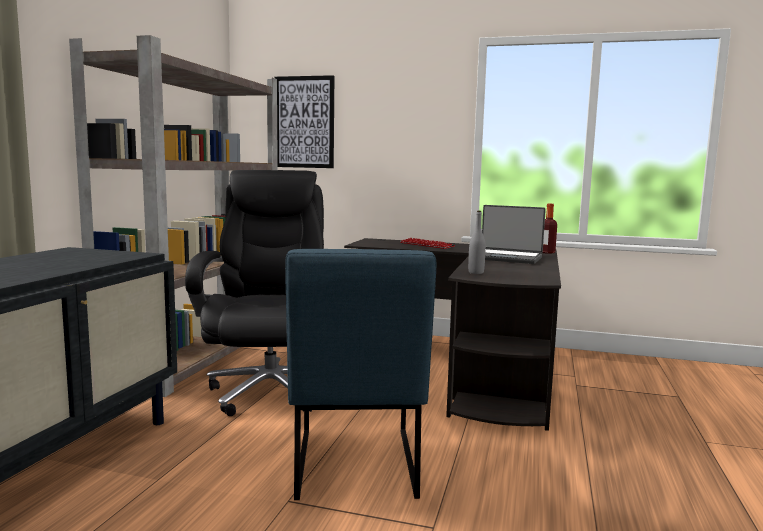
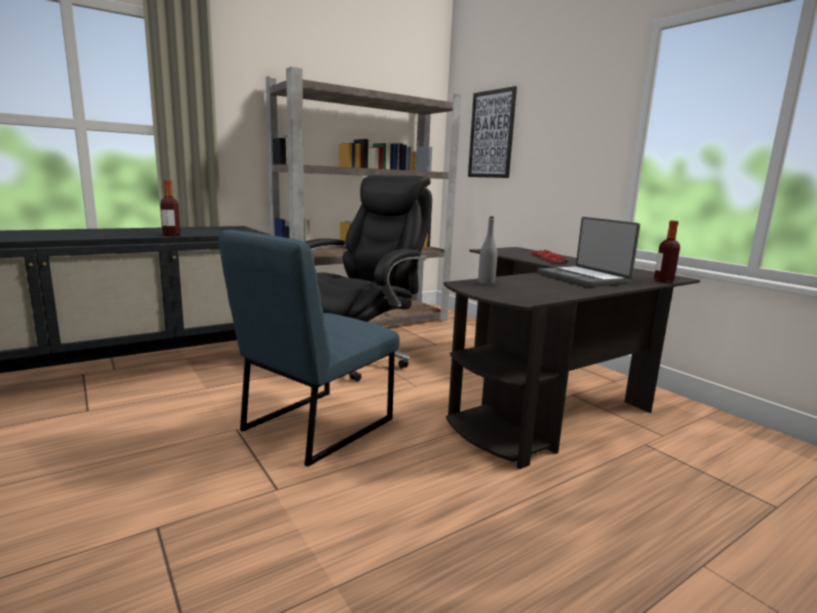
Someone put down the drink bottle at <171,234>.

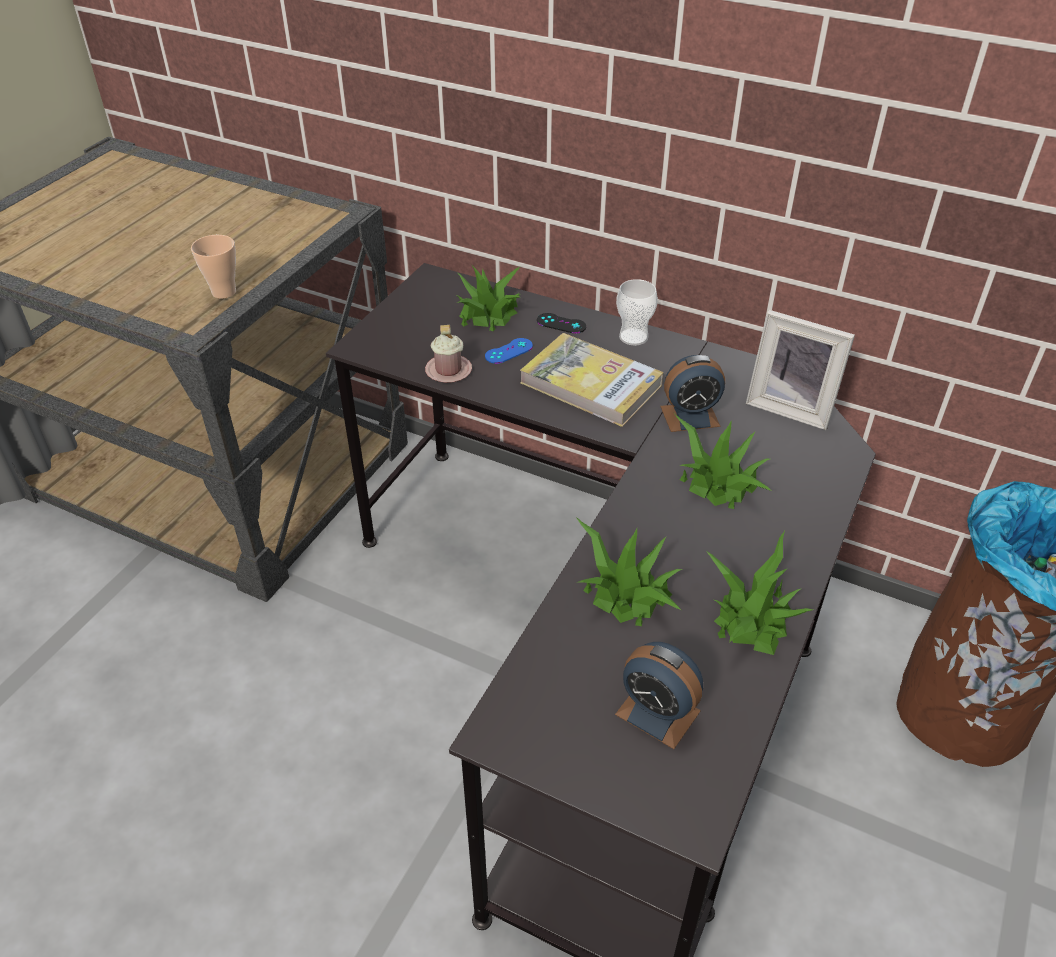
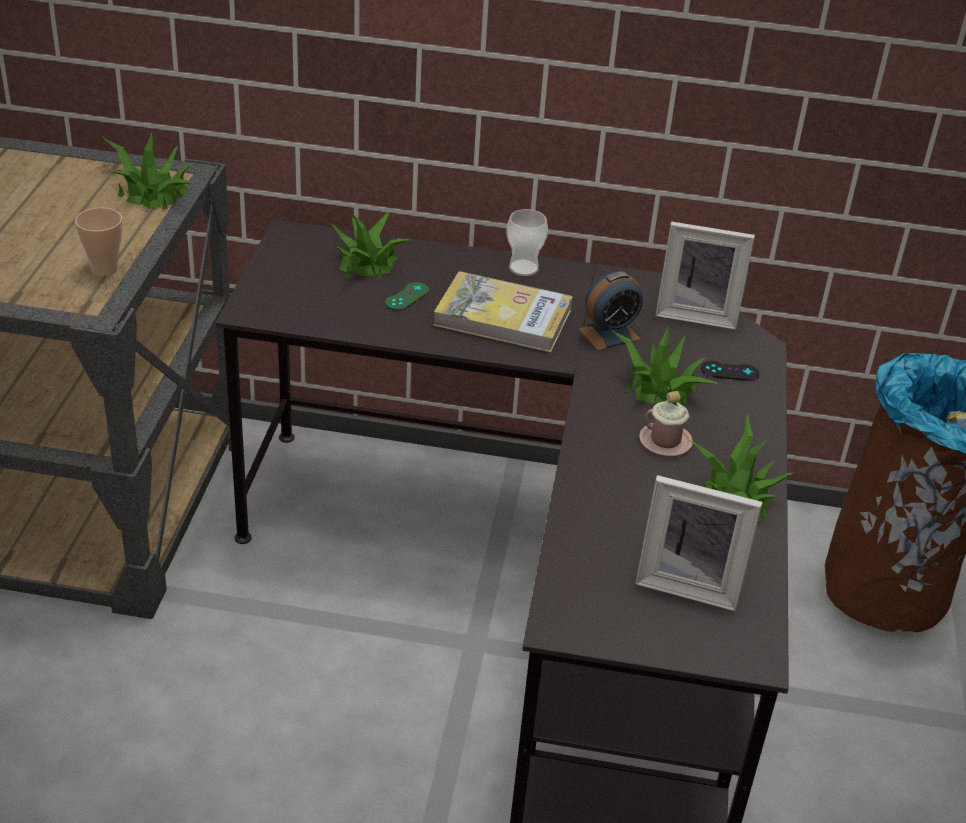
Someone carried the plant in a pot from <626,591> to <152,192>.
Someone repainted the blue game controller at <509,351>, which became the greenish game controller at <407,297>.
Someone swapped the alarm clock at <657,712> for the picture frame at <689,583>.
Someone carried the pink-coloured mug from <448,370> to <665,441>.
Someone carried the black-coloured game controller from <561,323> to <729,371>.

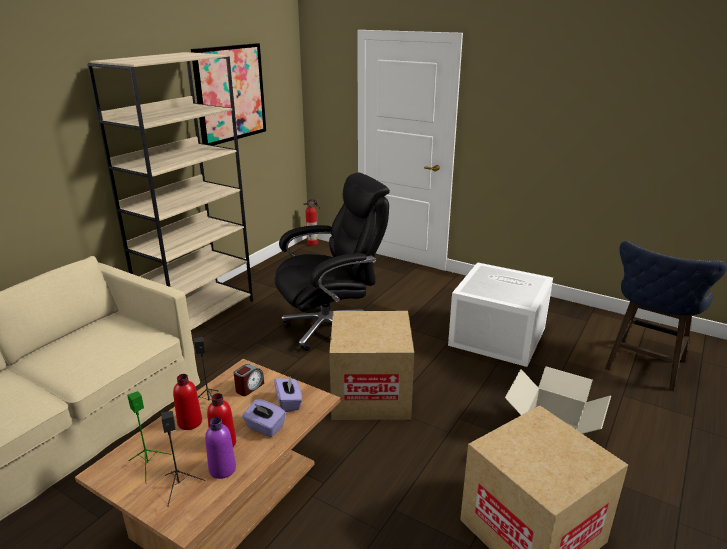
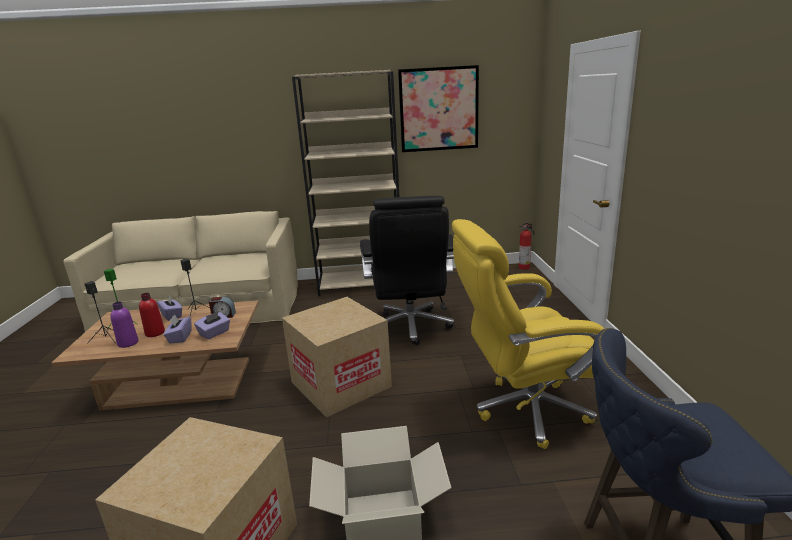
Someone swapped the reddish drink bottle at <190,422> for the purple-coloured box of tissues at <172,316>.
Someone rotated the black-coloured office chair at <330,328> by 60 degrees clockwise.
Someone swapped the white storage bin at <496,337> for the yellowish office chair at <525,411>.

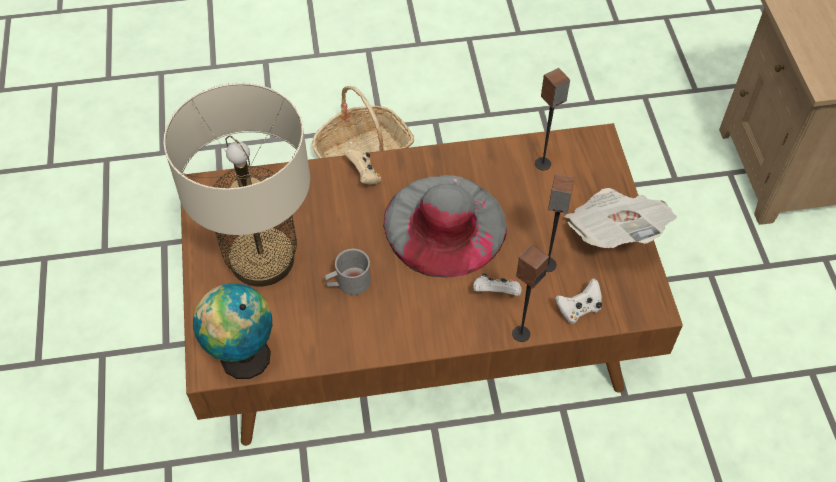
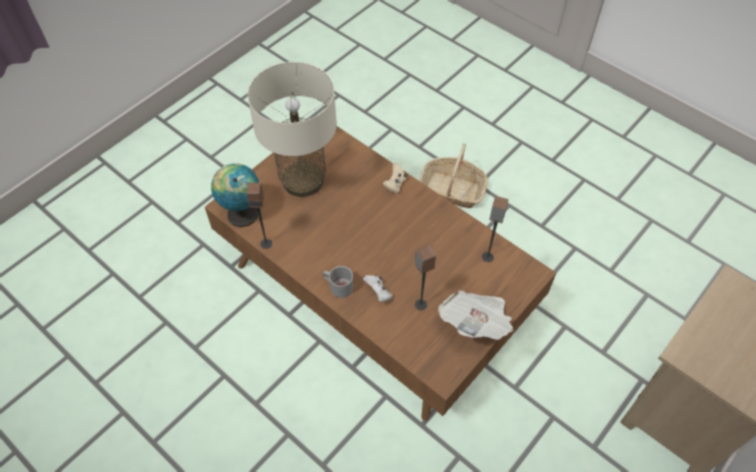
Someone carried the audio speaker from <520,333> to <266,243>.
Someone carried the grey mug from <348,283> to <338,286>.
Someone took away the grey clothing hat at <444,224>.
Someone took away the white game controller at <578,309>.

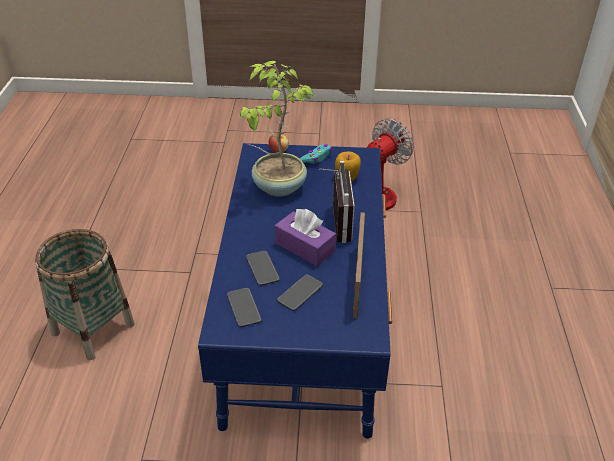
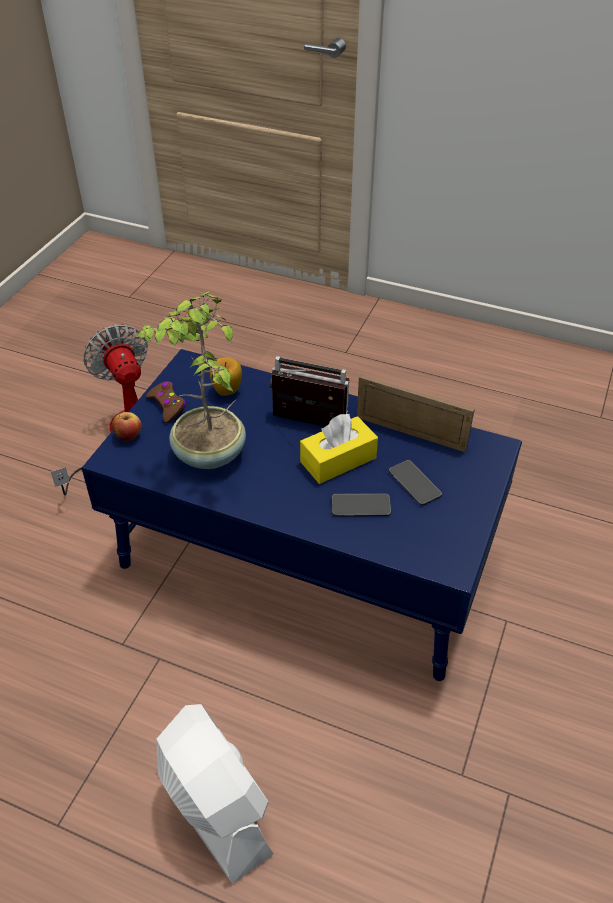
Someone repainted the turquoise-coloured game controller at <316,158>, which became the brown game controller at <167,406>.
Someone swapped the storage basket at <93,328> for the white fan at <214,807>.
Someone repainted the purple-coloured box of tissues at <305,247>, which became the yellowish box of tissues at <338,460>.
Someone took away the phone at <244,308>.

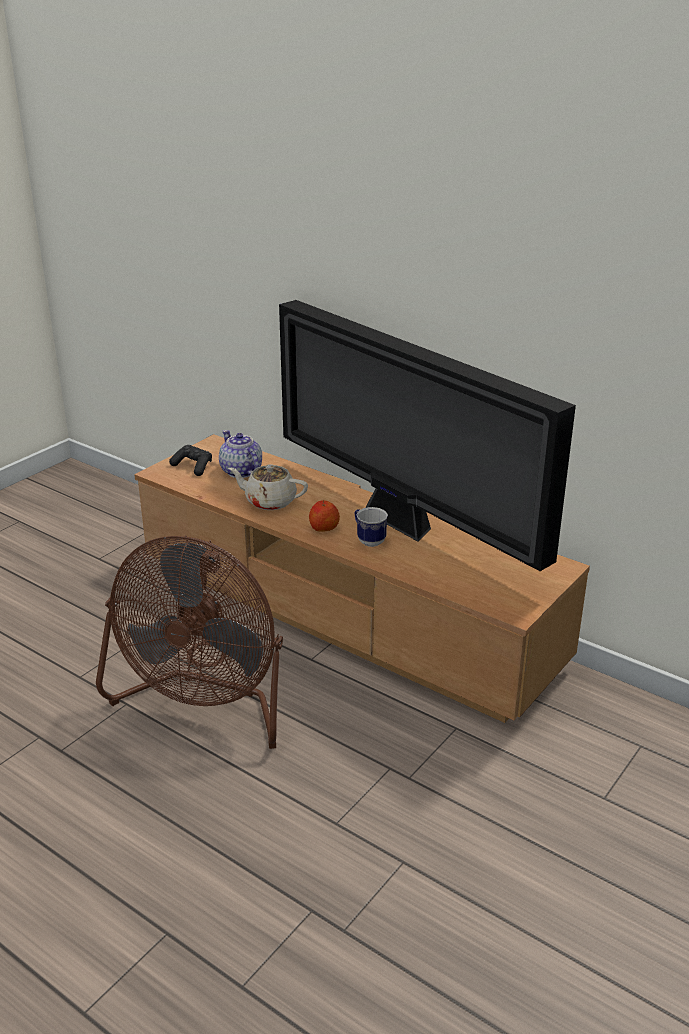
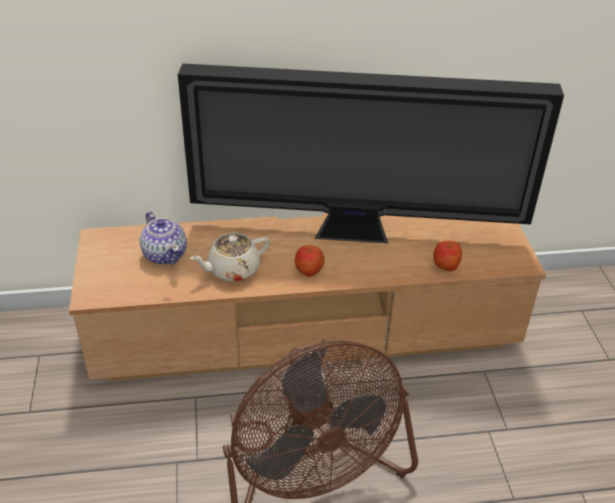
Someone rotated the teapot at <241,472> by 135 degrees counterclockwise.
Someone put down the apple fruit at <446,265>.
Someone took away the black-coloured game controller at <193,467>.
Someone took away the mug at <368,540>.

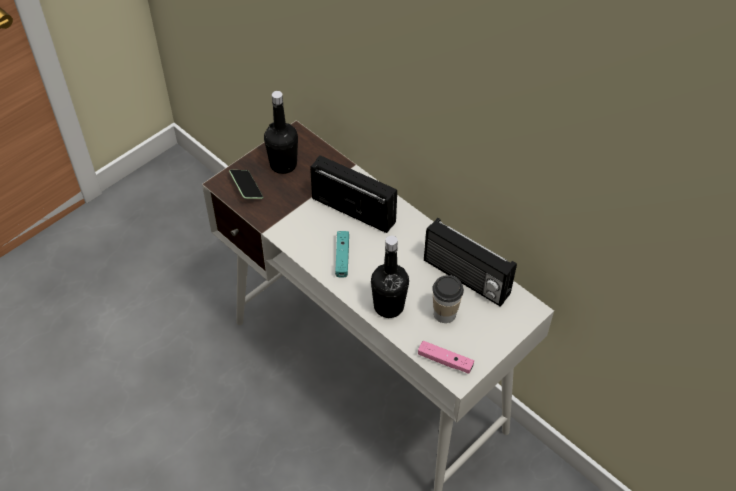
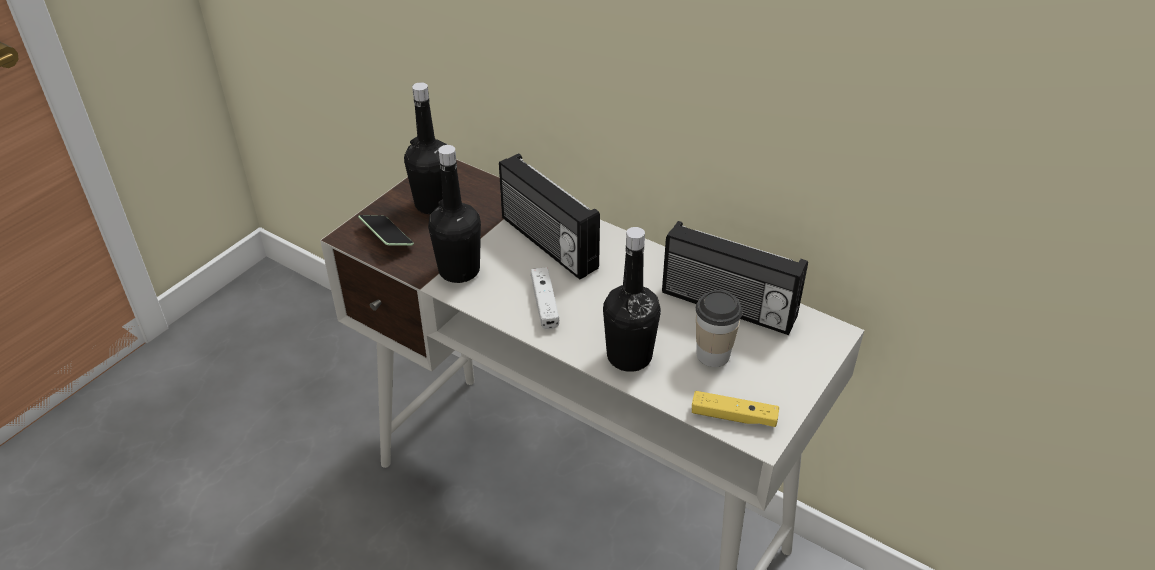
Someone put down the black-coloured drink bottle at <459,270>.
Someone rotated the radio set at <354,209> by 150 degrees counterclockwise.
Someone repainted the turquoise-coloured game controller at <342,257>, which became the white game controller at <545,304>.
Someone repainted the pink-coloured game controller at <445,361>, which became the yellowish game controller at <733,416>.

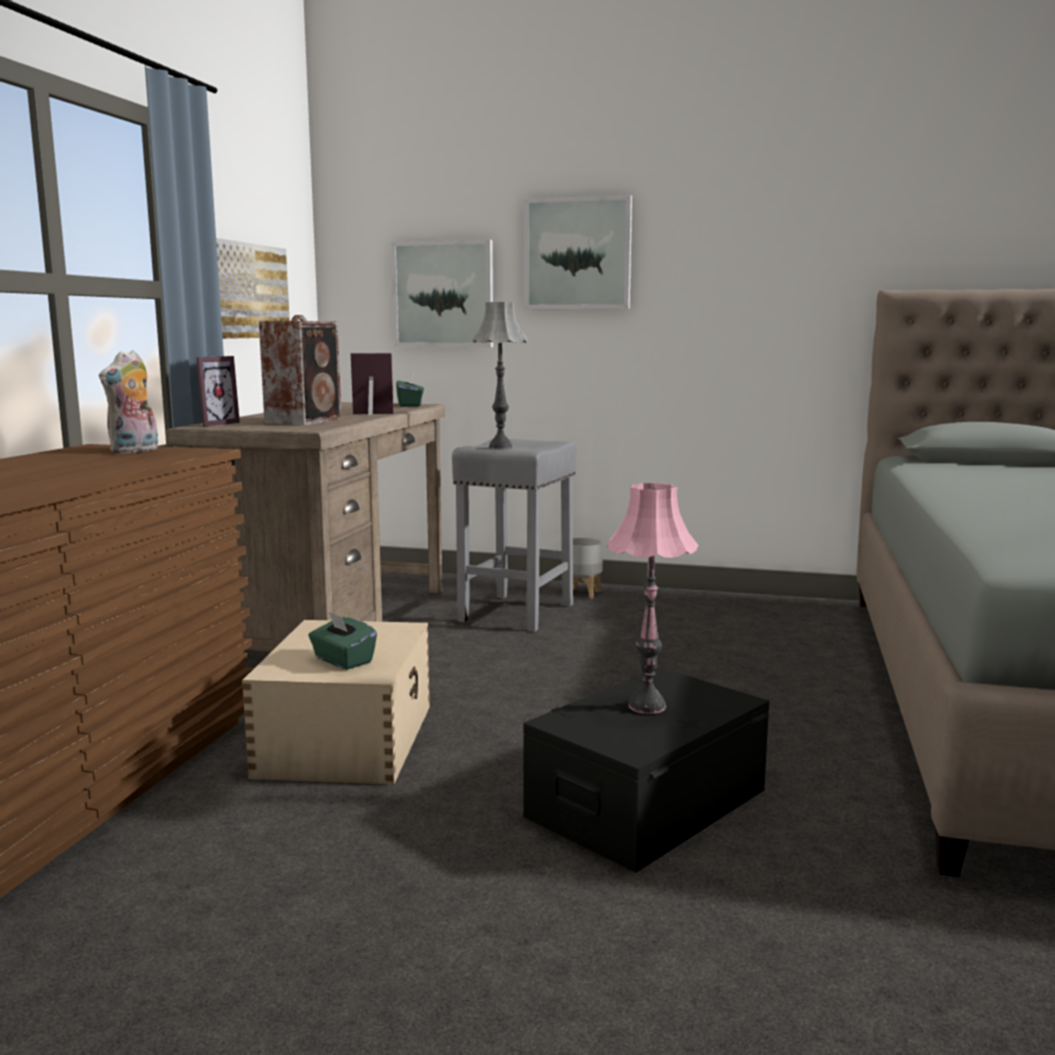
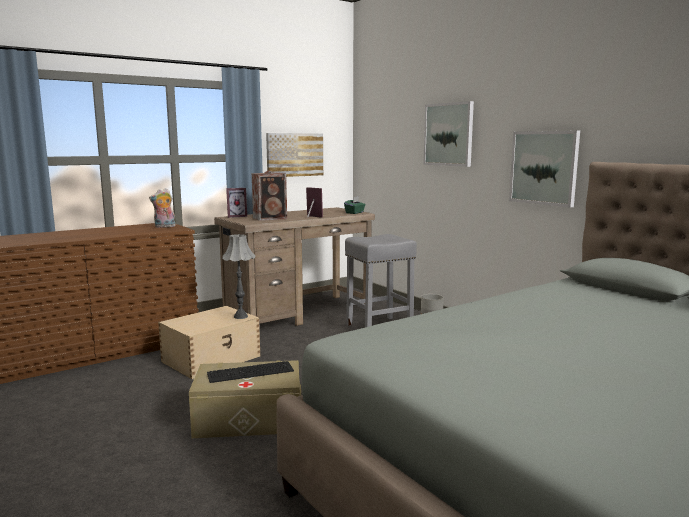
Someone repainted the black-coloured storage bin at <647,803>, which became the beige storage bin at <248,418>.
Someone swapped the pink-coloured lamp for a table at <647,706> for the keyboard at <250,372>.
Someone carried the grey lamp for a table from <500,448> to <240,317>.
Someone carried the wall picture from <443,294> to <544,167>.
Someone took away the greenish box of tissues at <343,661>.

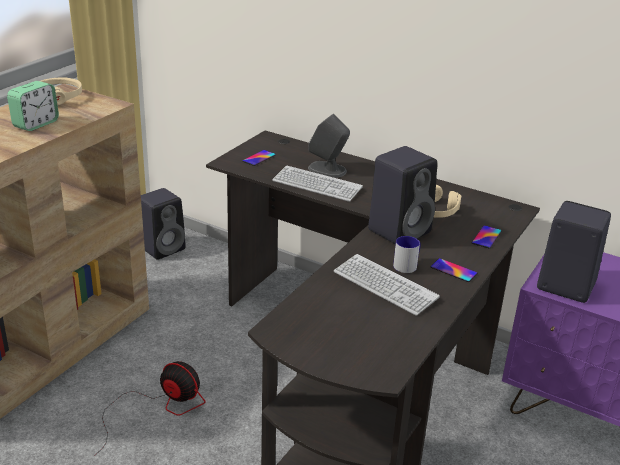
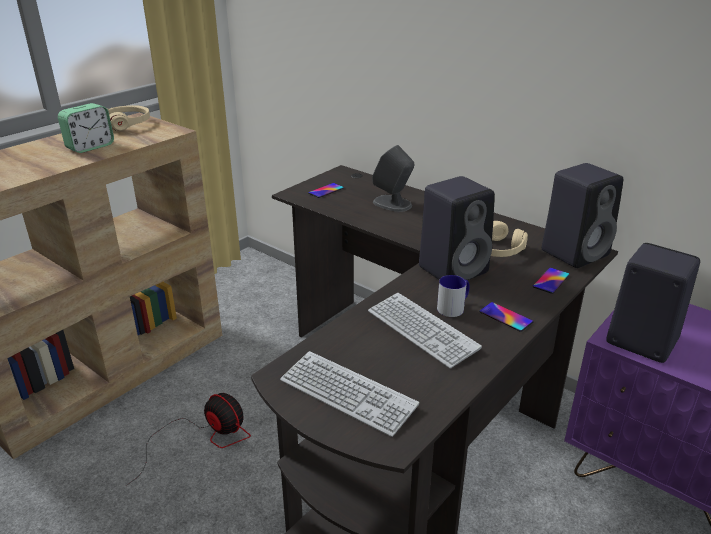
Someone carried the keyboard from <317,185> to <347,394>.
Someone carried the black-coloured audio speaker from <163,248> to <575,252>.

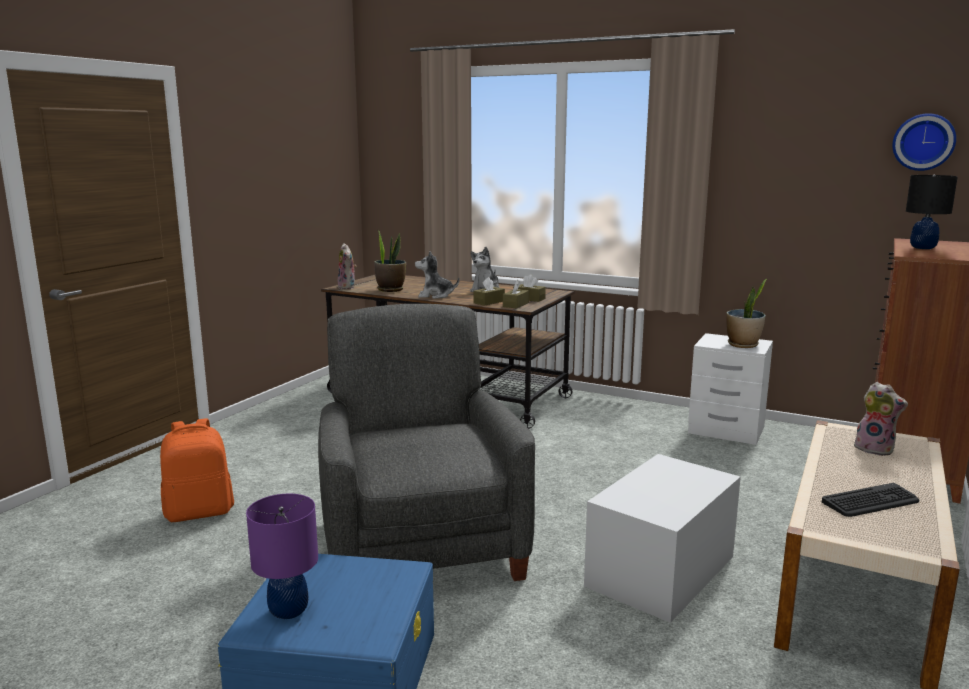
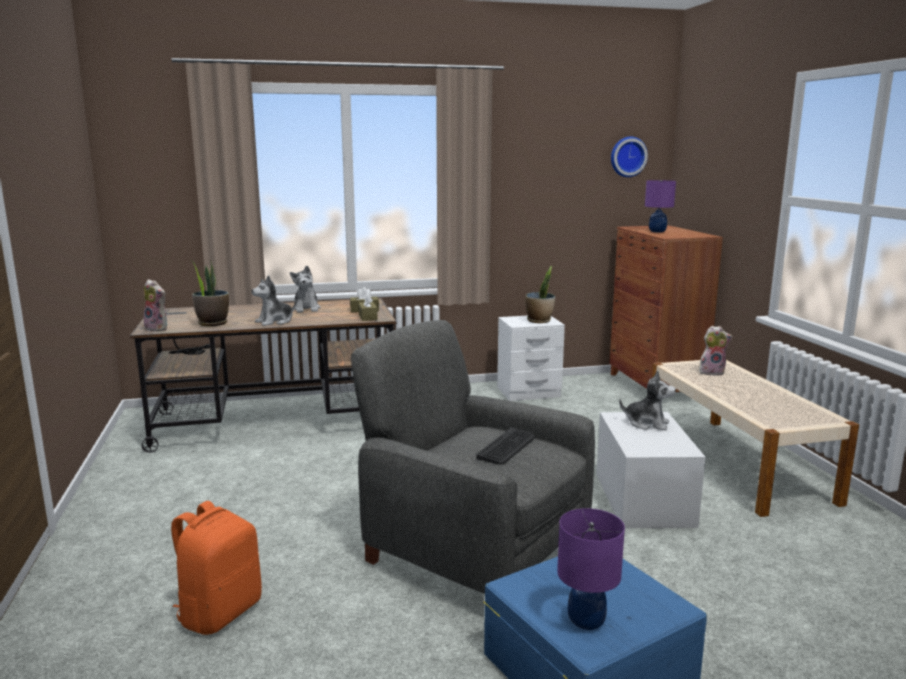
Someone carried the keyboard from <871,501> to <507,447>.
Someone put down the plush toy at <647,423>.
Someone repainted the black-coloured lamp for a table at <924,248>, which became the purple-coloured lamp for a table at <657,231>.
Someone took away the brown box of tissues at <489,302>.

